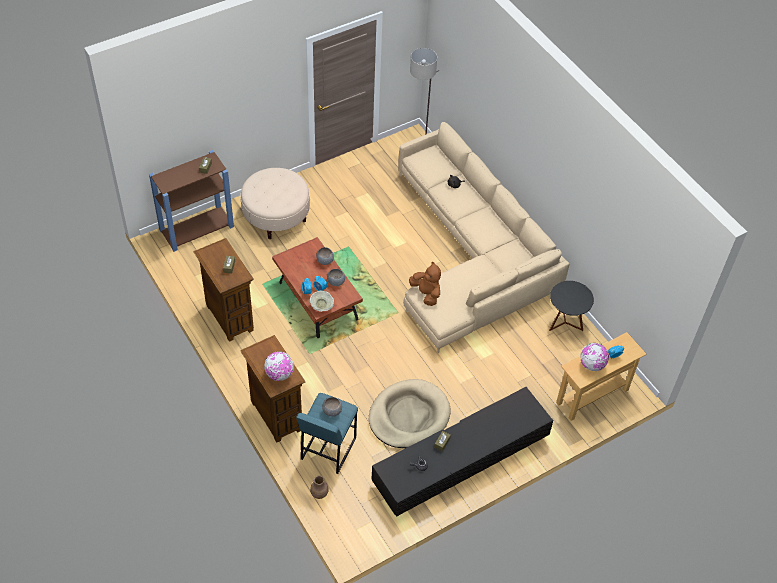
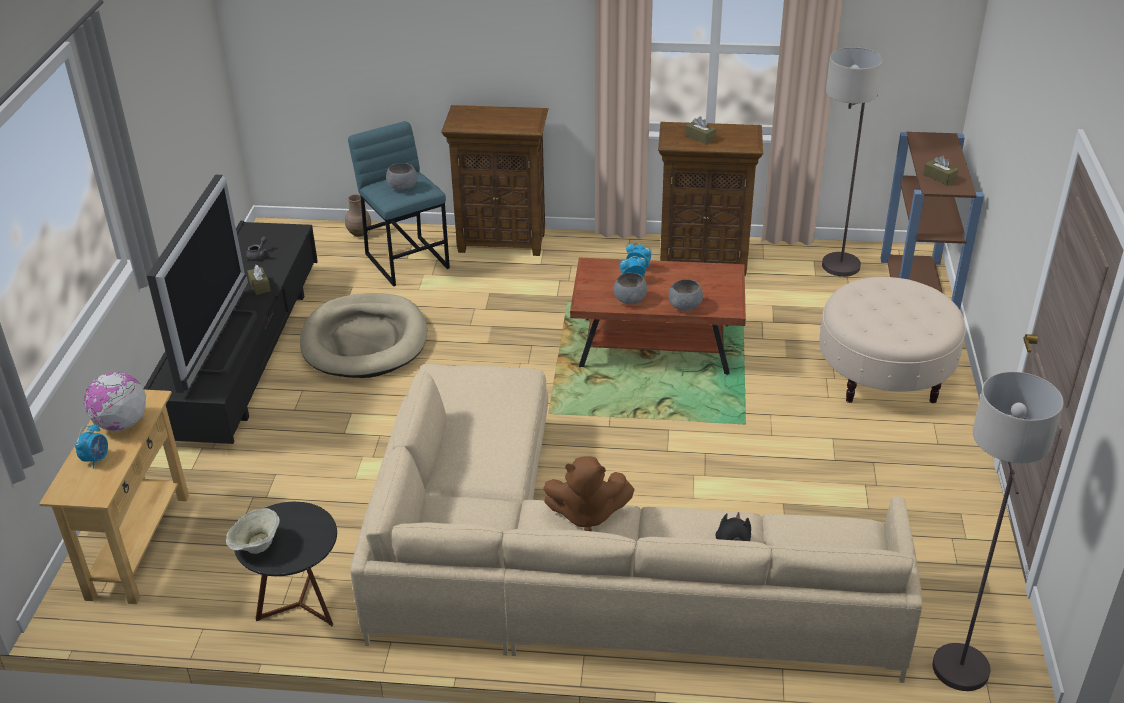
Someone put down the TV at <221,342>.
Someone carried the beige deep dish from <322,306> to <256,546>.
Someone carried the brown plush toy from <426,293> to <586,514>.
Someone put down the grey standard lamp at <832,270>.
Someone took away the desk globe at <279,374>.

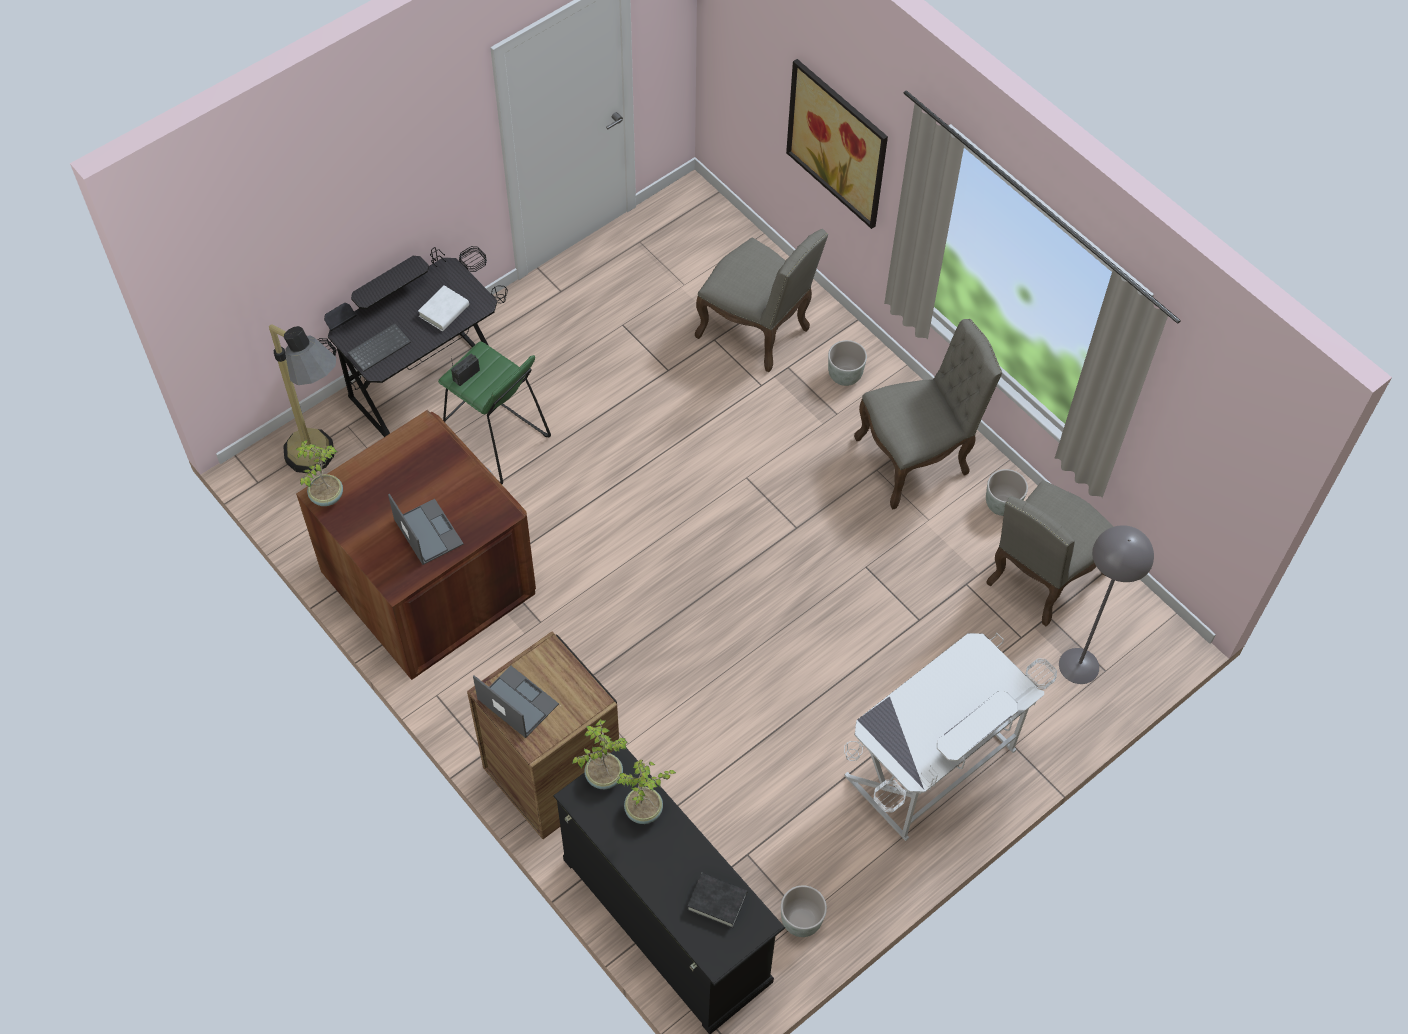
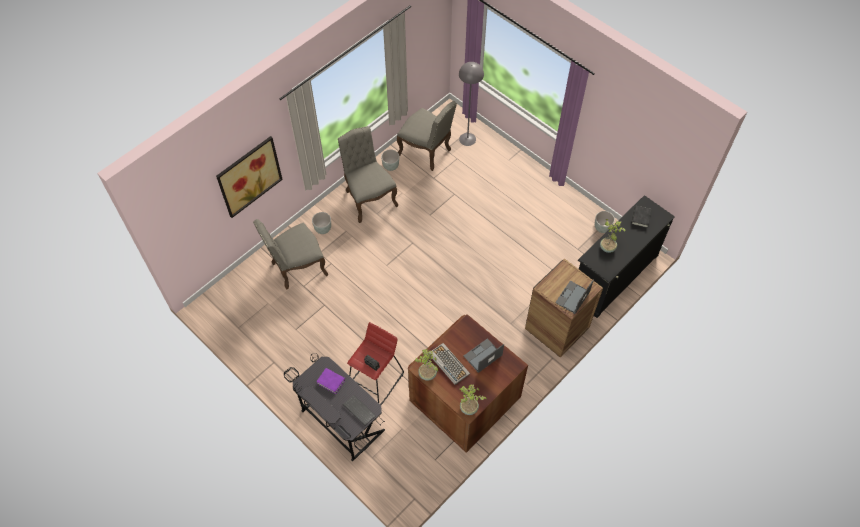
Someone rotated the grey chair at <757,331> by 150 degrees counterclockwise.
Someone repainted the white volume at <444,311>, which became the purple-coloured volume at <331,381>.
Someone repainted the greenish sitting stool at <496,442>, which became the reddish sitting stool at <376,379>.
Someone carried the plant in a pot from <603,775> to <427,374>.
Someone put down the keyboard at <448,363>.
Someone took away the standard lamp at <325,466>.
Someone took away the white desk table at <933,767>.

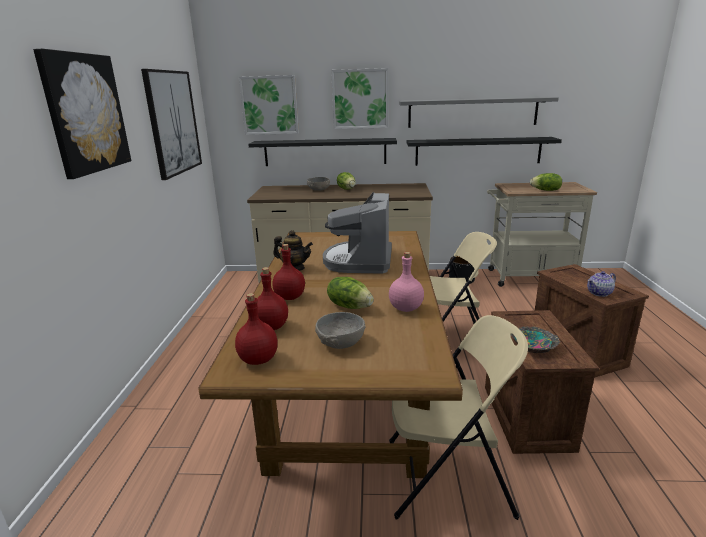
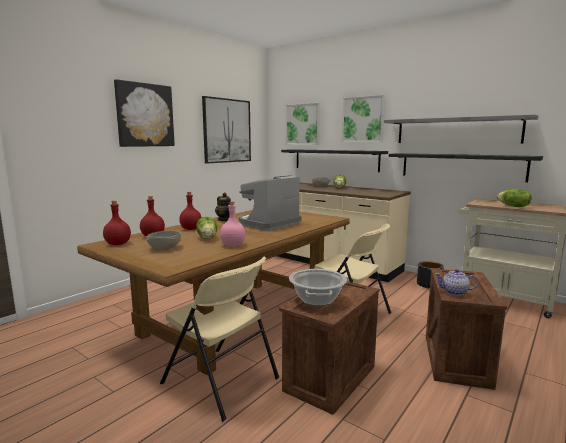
Someone swapped the deep dish at <534,344> for the saucepot at <317,299>.

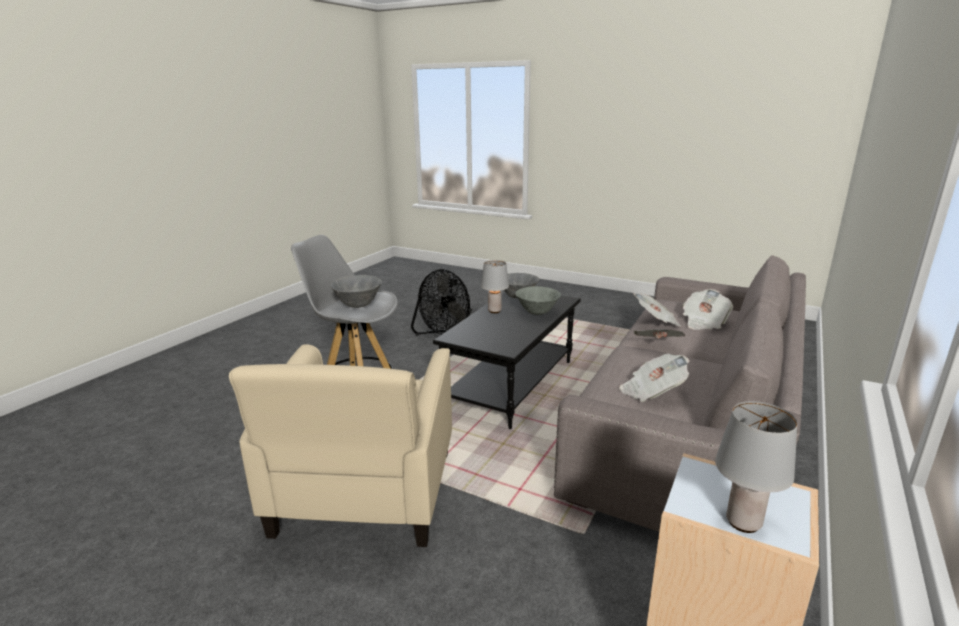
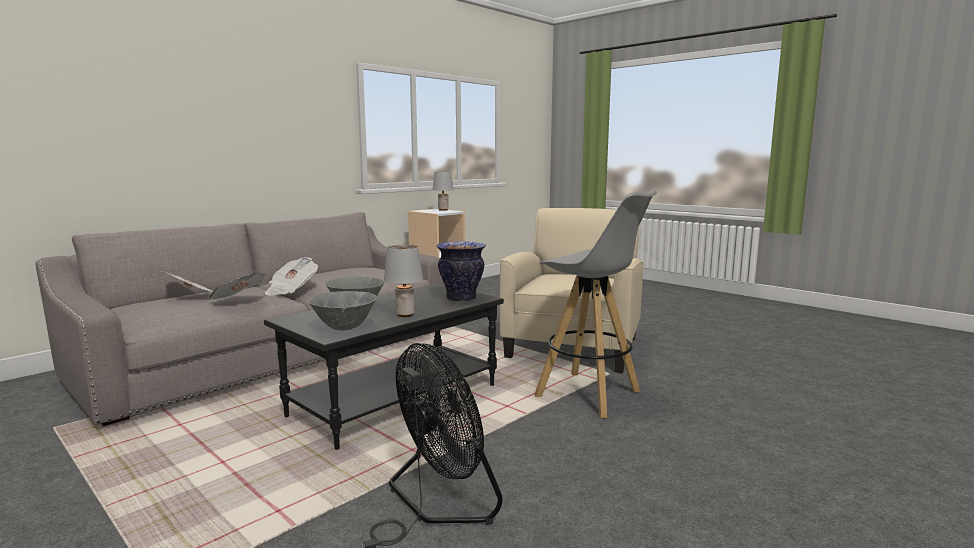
Someone put down the flower vase at <462,299>.
Someone took away the grey deep dish at <358,305>.
Someone took away the newspaper at <652,392>.

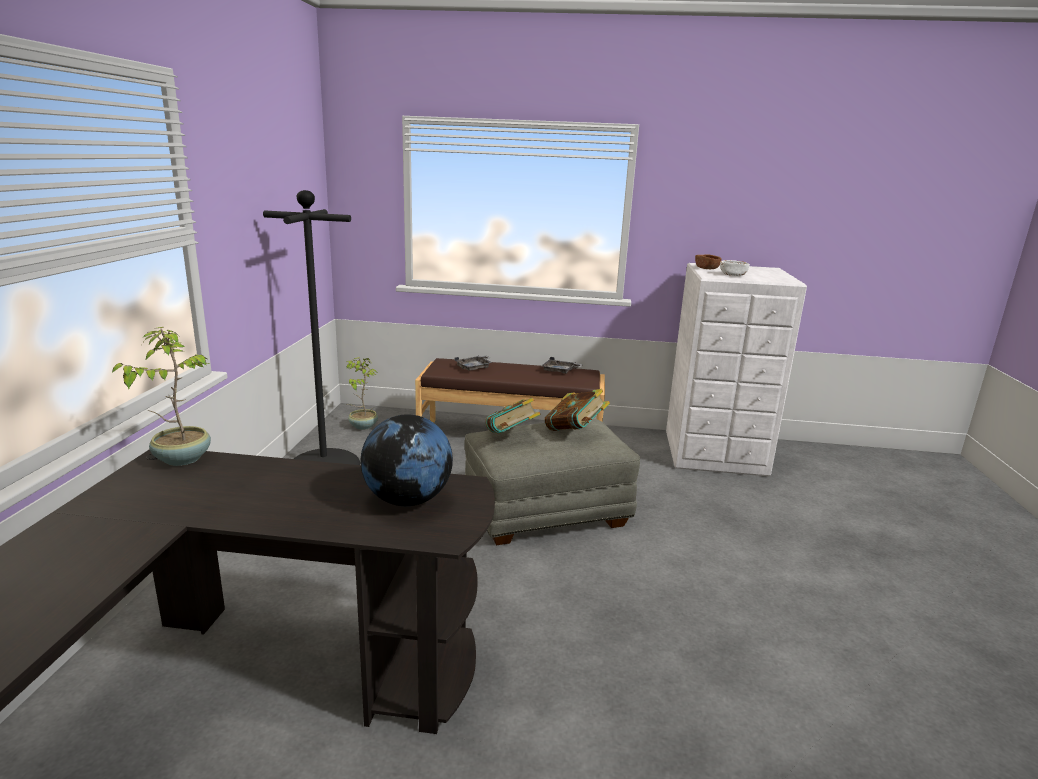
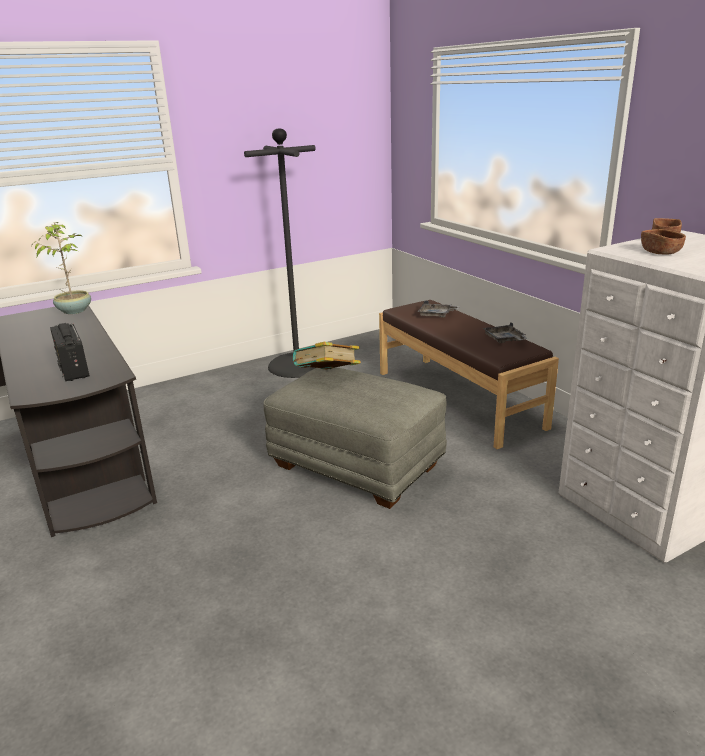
Someone swapped the desk globe at <407,500> for the radio set at <73,369>.
Someone repainted the white deep dish at <733,275>, which became the brown deep dish at <660,252>.
Someone took away the plant in a pot at <362,426>.
Someone took away the volume at <575,432>.

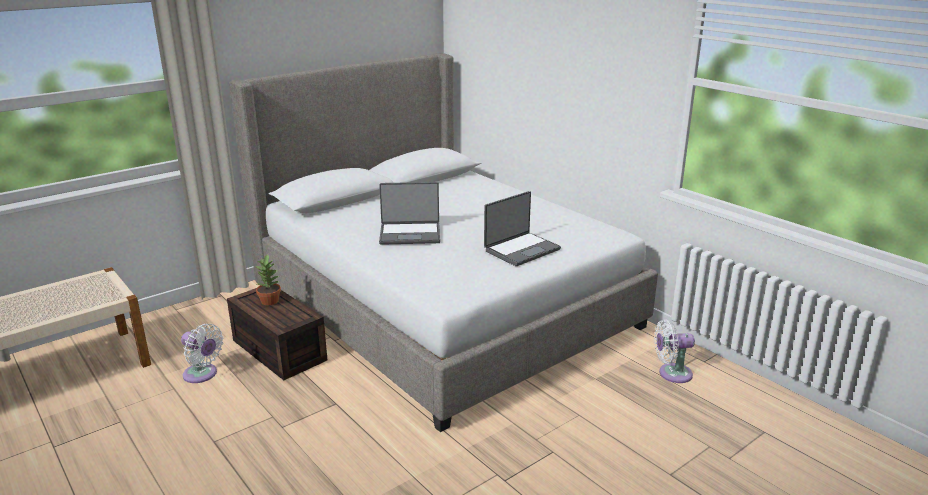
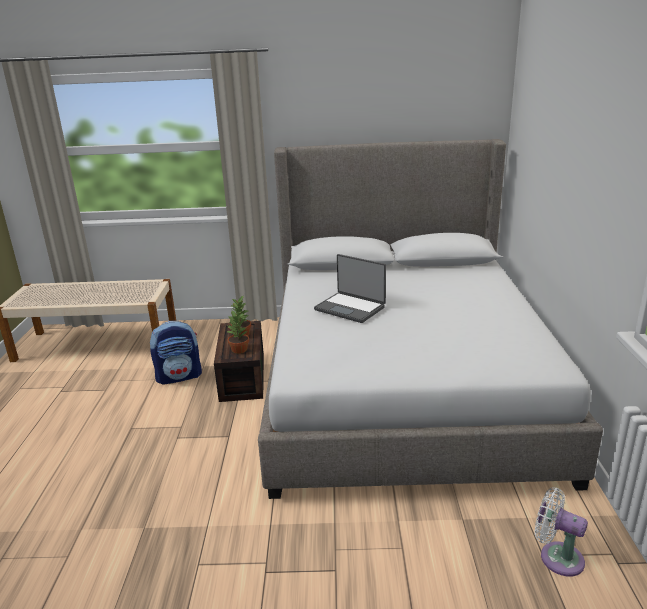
Someone swapped the white fan at <202,375> for the knapsack at <179,376>.
Someone put down the plant in a pot at <239,350>.
Someone took away the laptop at <521,250>.

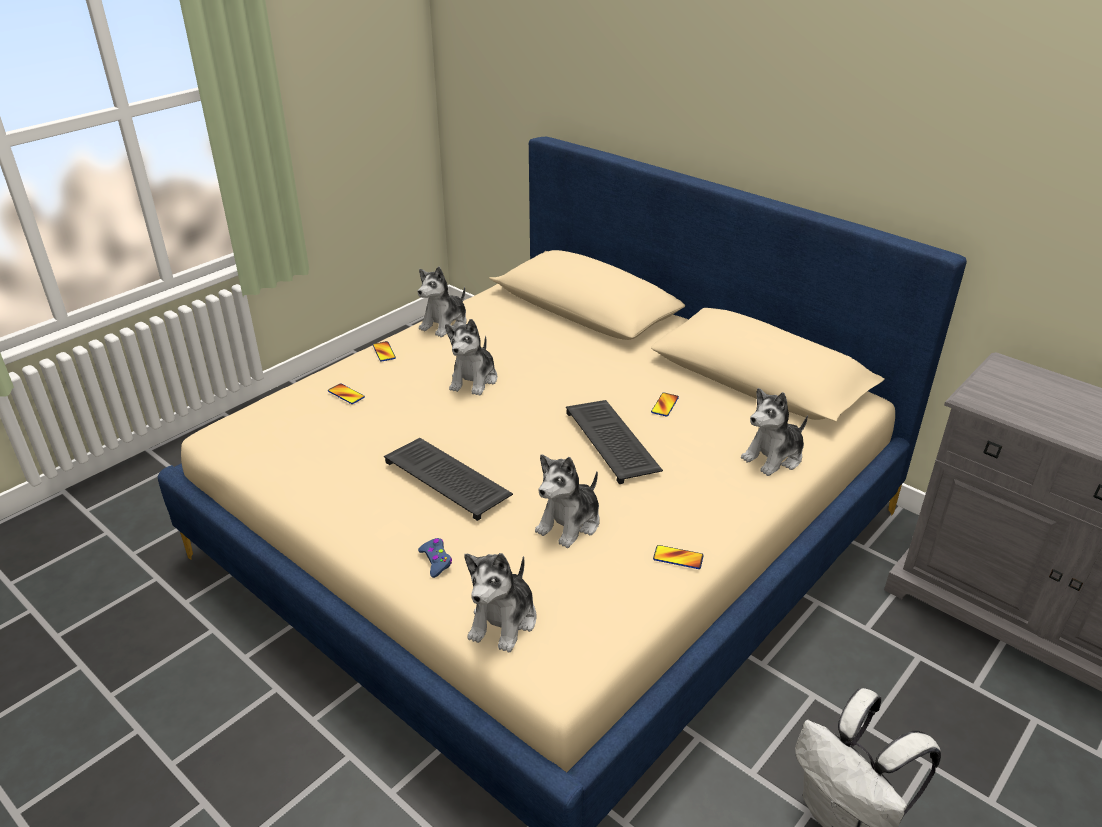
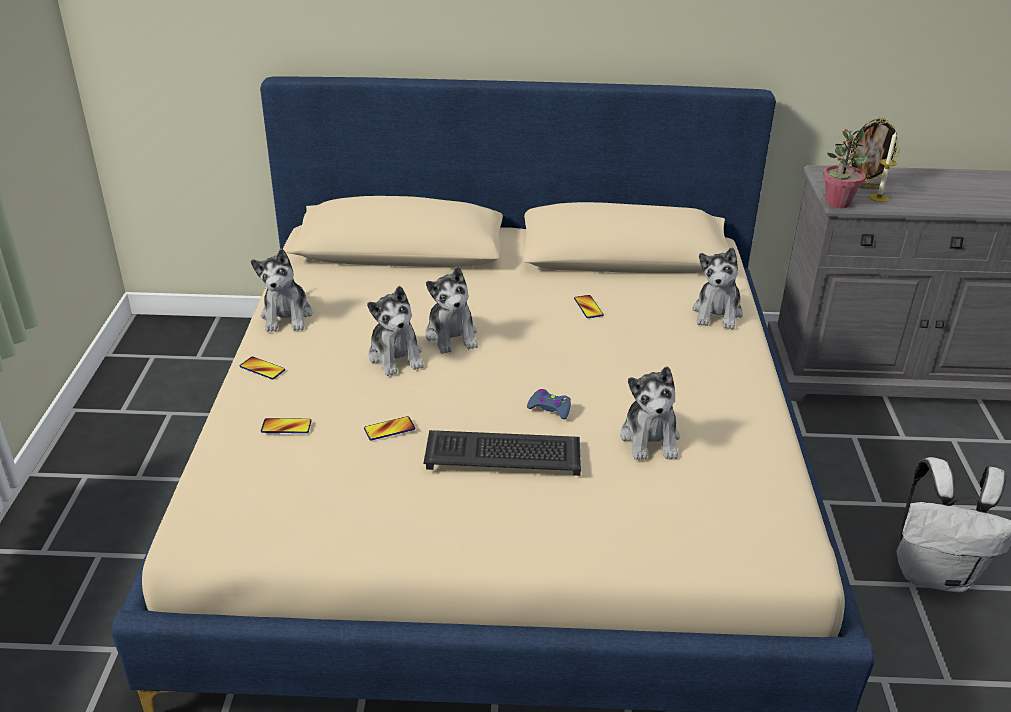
Someone carried the phone from <678,558> to <389,429>.
Someone carried the plush toy from <504,621> to <452,335>.
Someone carried the blue game controller from <436,561> to <550,408>.
Someone put down the plant in a pot at <837,202>.
Someone put down the picture frame at <864,187>.
Someone put down the wax light at <879,198>.
Someone took away the keyboard at <613,442>.

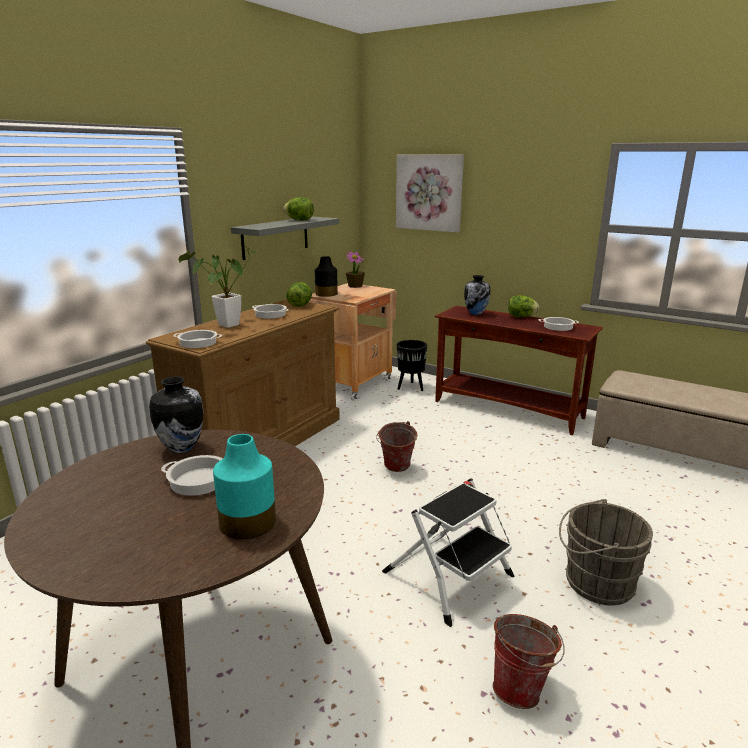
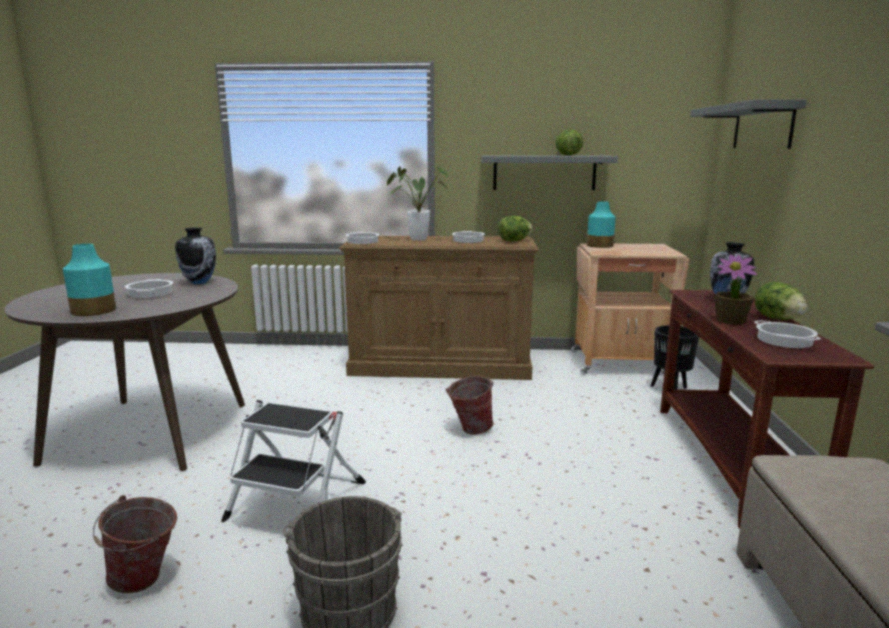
Someone repainted the black-coloured flower vase at <326,293>, which became the turquoise-coloured flower vase at <600,245>.
Someone swapped the wall picture at <429,192> for the grey wall shelf at <762,127>.
Someone carried the plant in a pot from <355,286> to <731,321>.

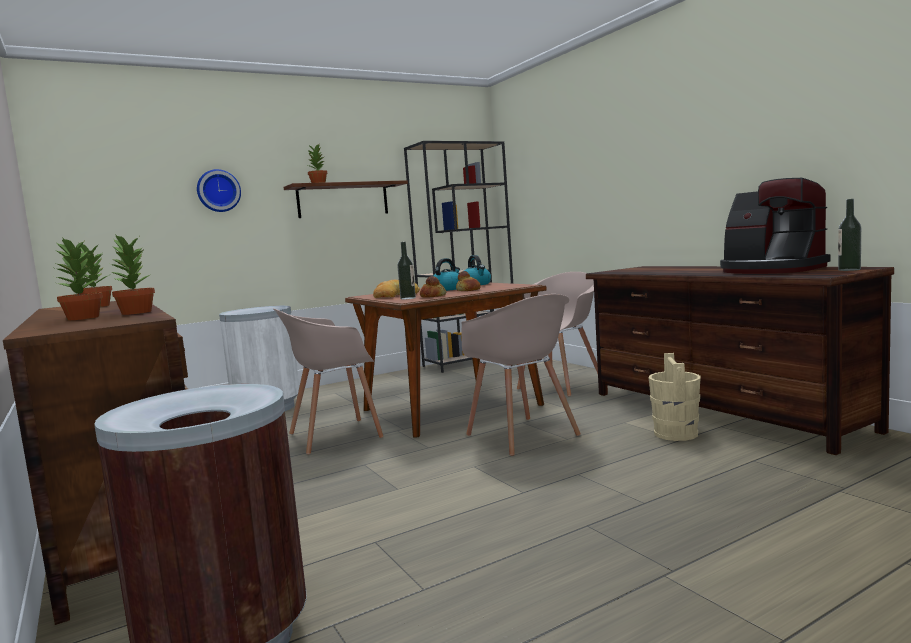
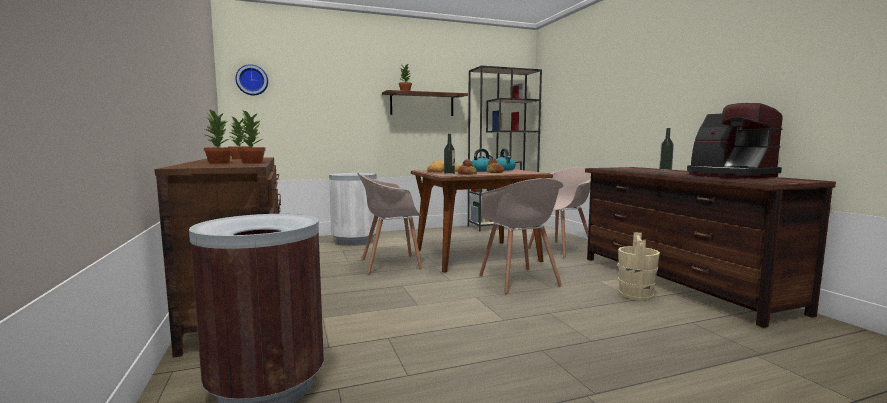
Someone carried the hanging clock from <218,191> to <252,80>.
Someone carried the drink bottle from <849,270> to <665,170>.

